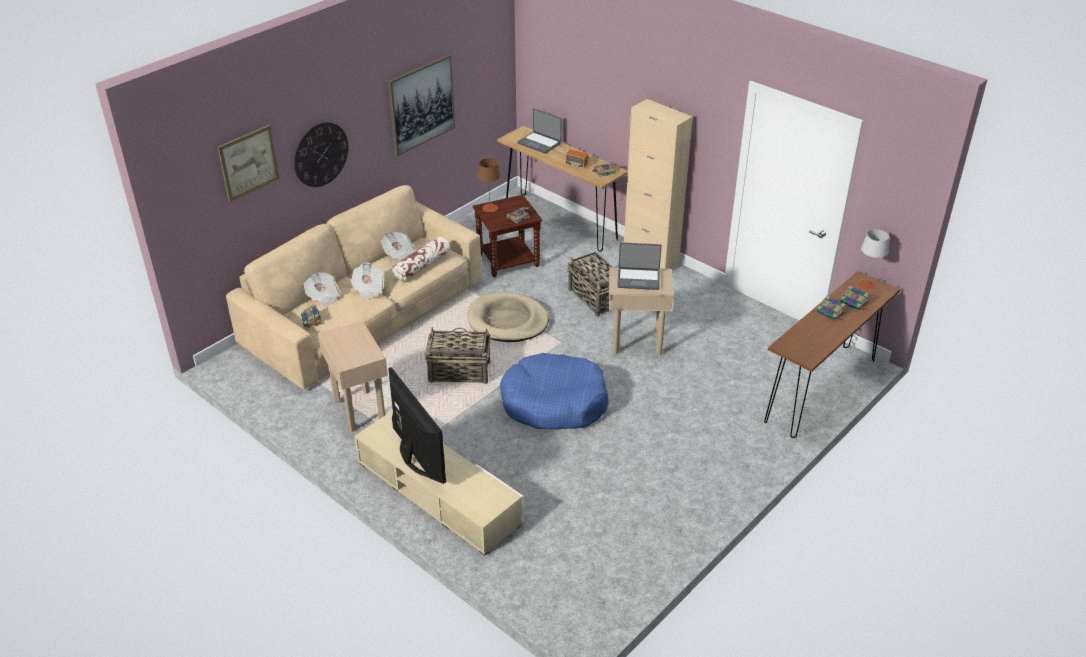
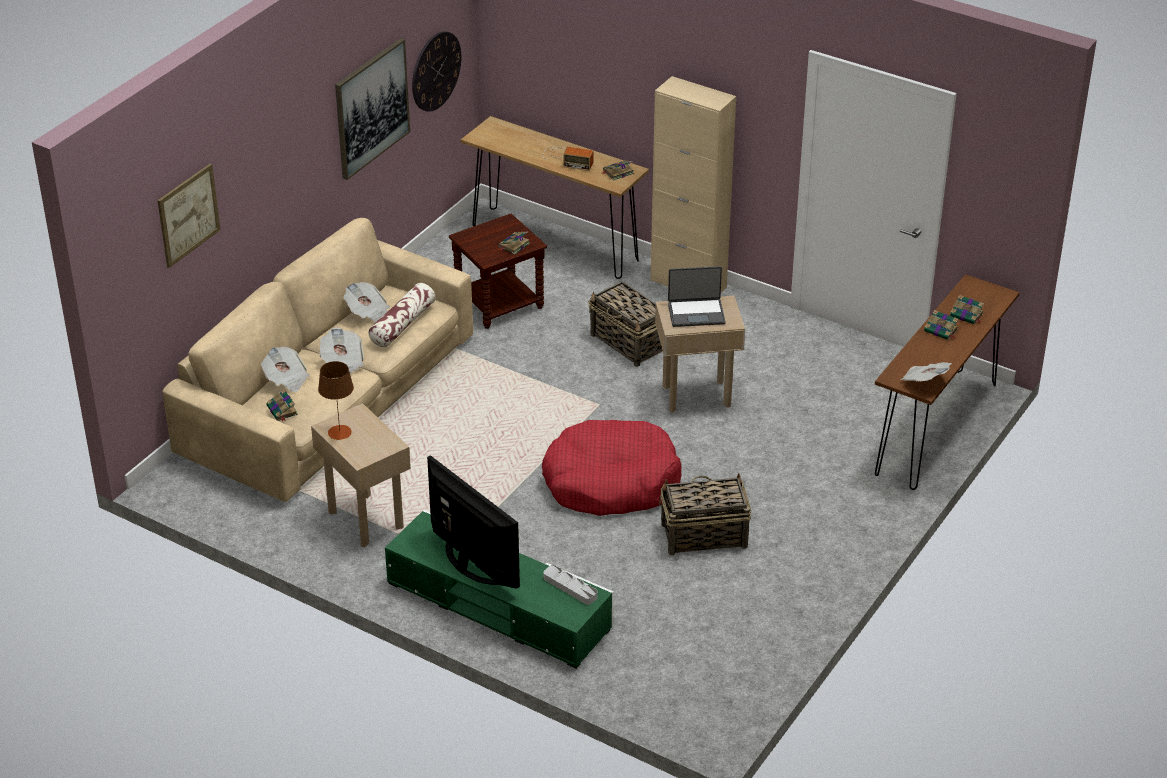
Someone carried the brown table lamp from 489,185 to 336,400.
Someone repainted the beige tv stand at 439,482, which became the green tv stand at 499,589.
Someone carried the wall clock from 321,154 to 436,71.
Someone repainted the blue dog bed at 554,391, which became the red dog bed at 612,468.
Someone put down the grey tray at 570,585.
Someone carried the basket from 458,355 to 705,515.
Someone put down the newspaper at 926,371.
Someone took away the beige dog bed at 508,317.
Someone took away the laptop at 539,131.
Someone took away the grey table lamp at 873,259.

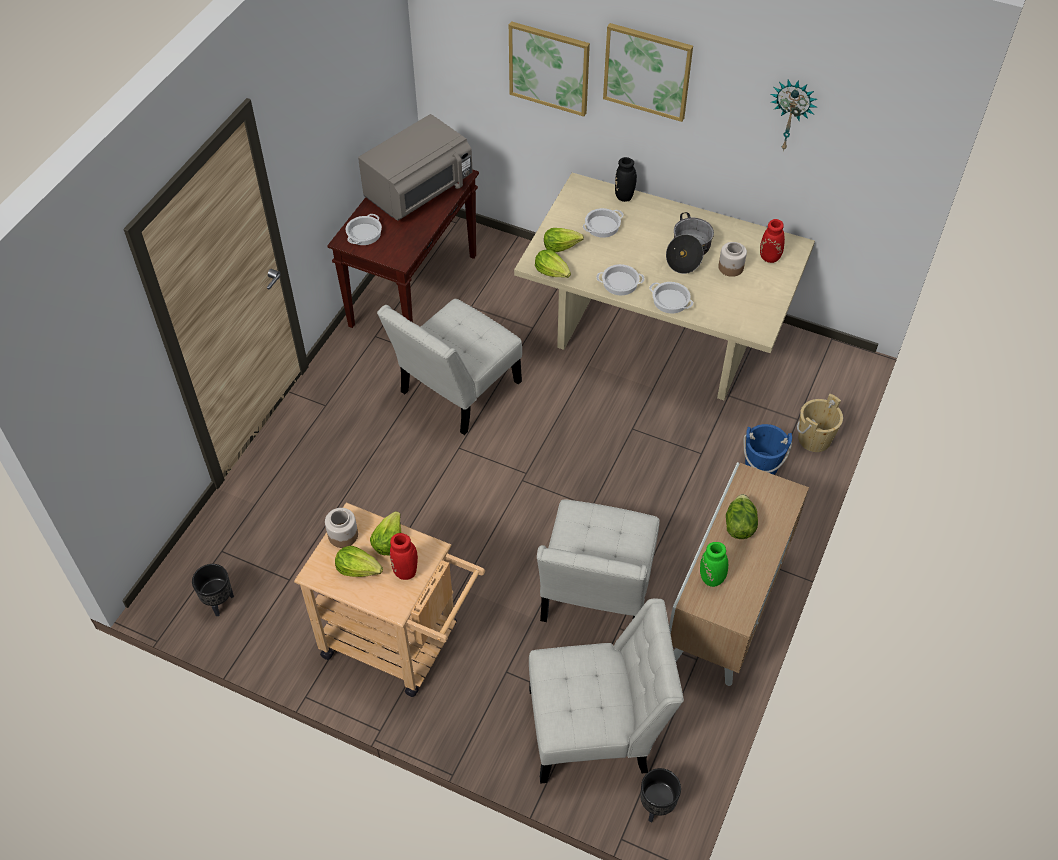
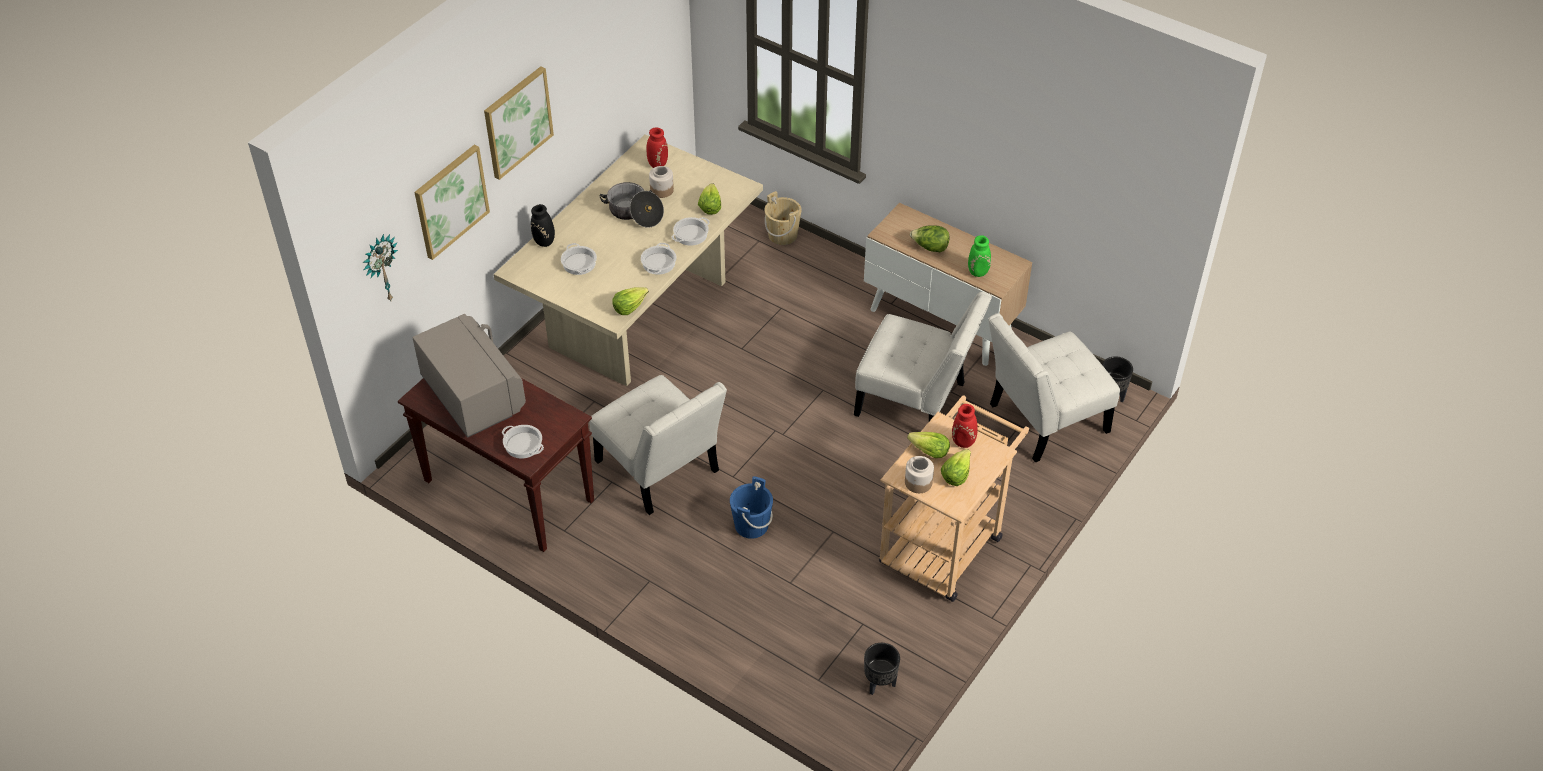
Someone carried the wall clock from 794,115 to 380,267.
Someone carried the lettuce from 564,240 to 709,199.
Someone carried the blue bucket from 768,449 to 751,507.
Someone rotated the white chair at 606,691 by 120 degrees counterclockwise.

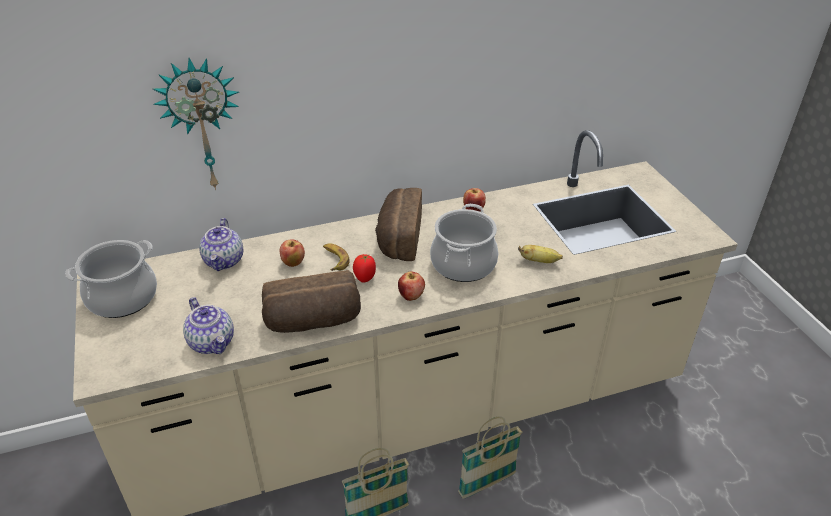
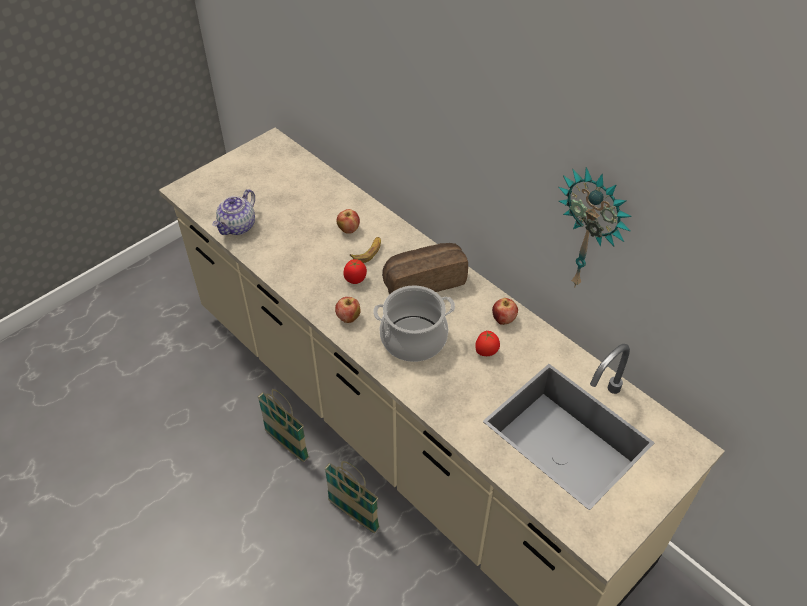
Someone put down the tomato at 487,343.
Someone carried the wall clock from 195,124 to 595,226.
Someone took away the cooking pot at 111,279.
Someone took away the teapot at 221,244.
Someone took away the bread at 311,301.
Someone took away the banana at 540,254.

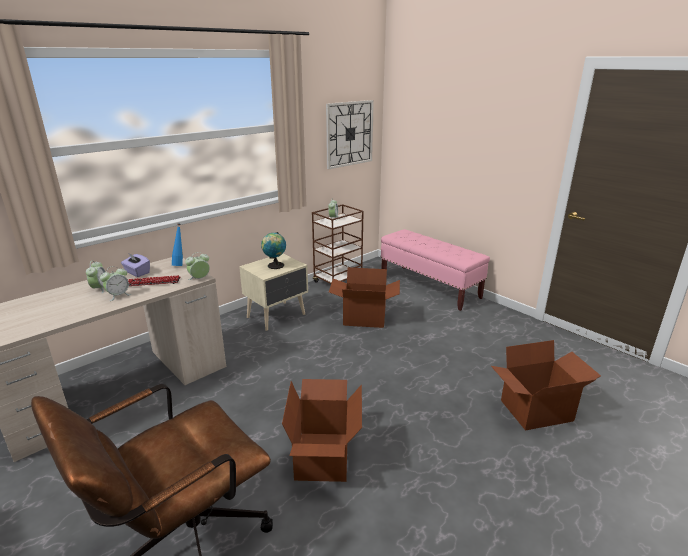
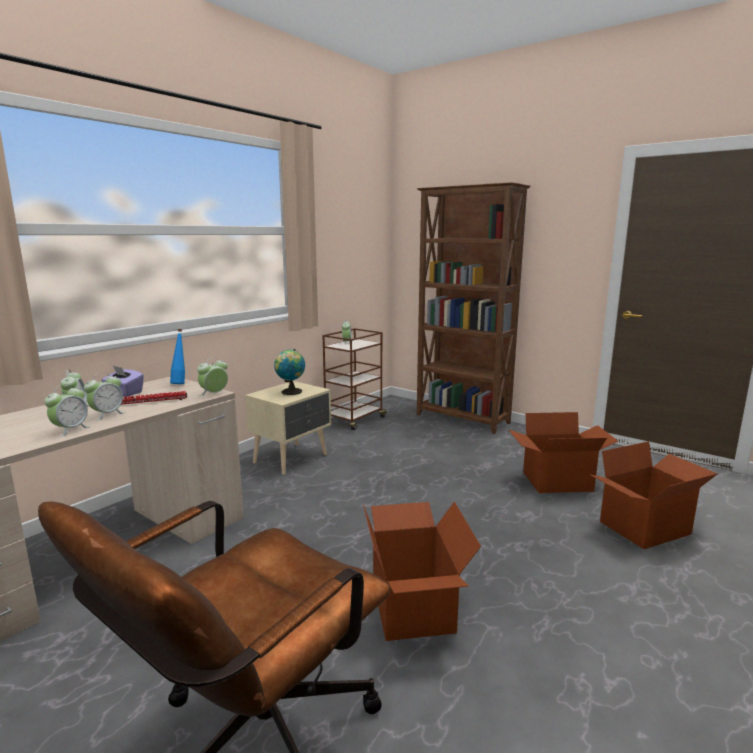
Someone put down the alarm clock at 67,410.
Someone swapped the pink bench at 435,270 for the brown bookcase at 474,308.
Someone carried the cardboard box from 364,297 to 563,452.
Someone took away the wall clock at 350,134.

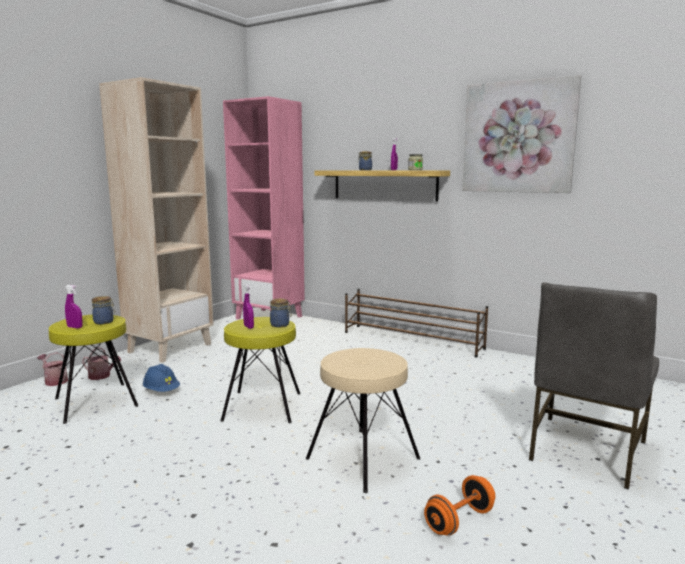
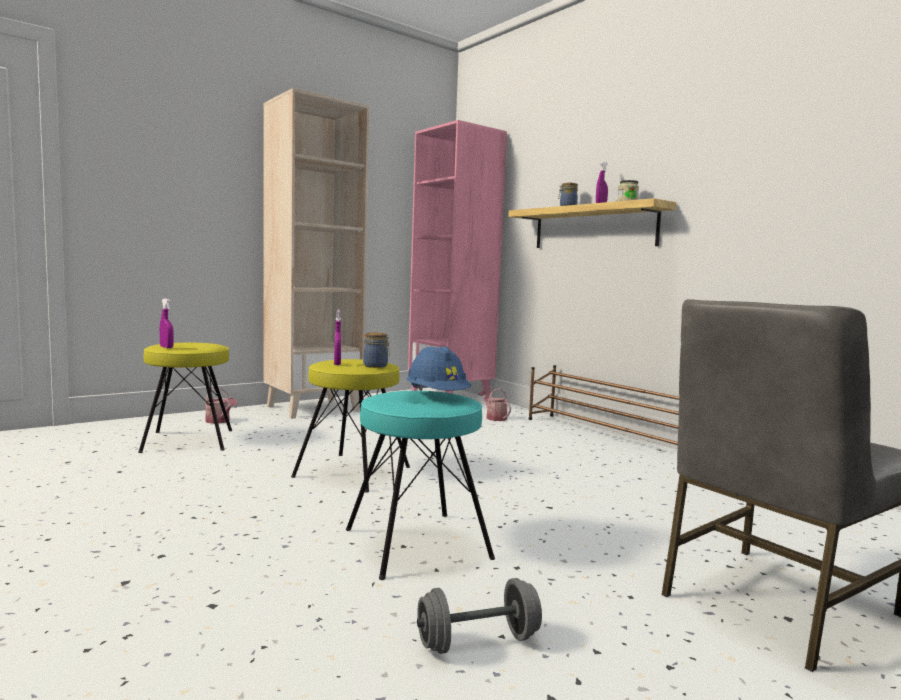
Someone repainted the beige stool at 363,420, which became the turquoise stool at 420,485.
Someone carried the blue hard hat from 161,378 to 439,368.
Someone repainted the orange dumbbell at 459,505, which became the grey dumbbell at 479,616.
Someone carried the watering can from 52,369 to 495,404.
Someone took away the jar at 103,310.
Someone took away the picture at 521,134.

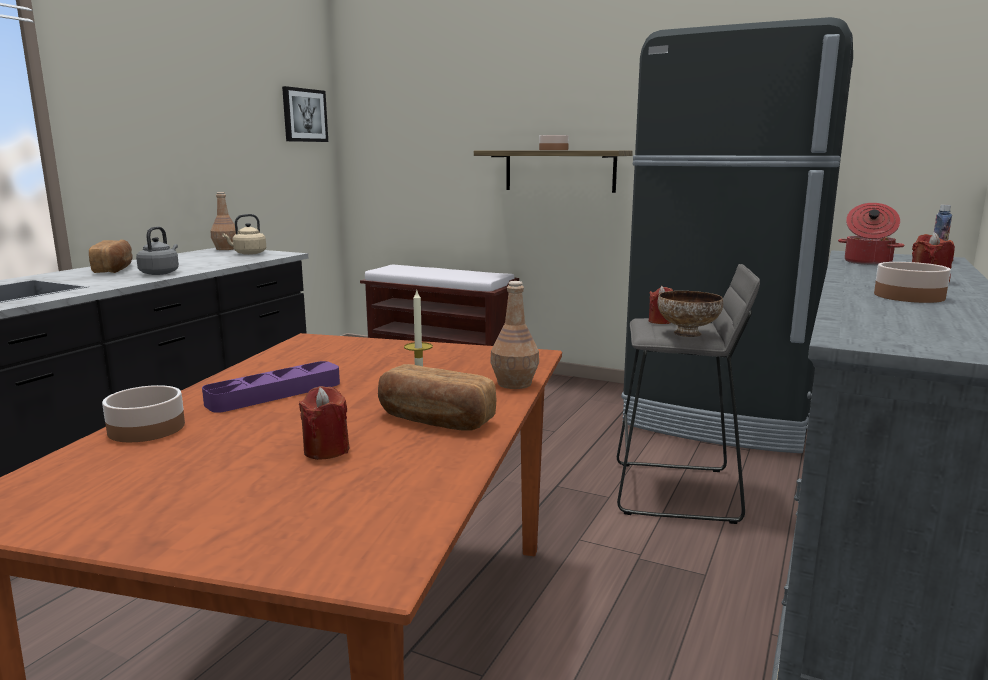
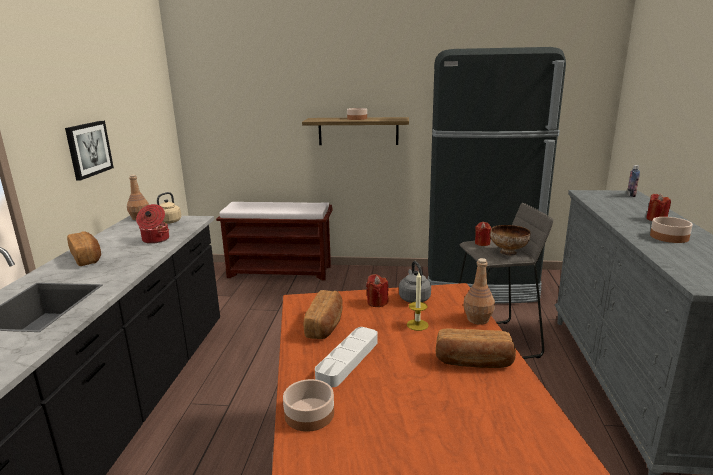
Someone carried the picture from 305,114 to 89,150.
Someone carried the cooking pot from 871,234 to 152,224.
Someone put down the bread at 323,314.
Someone repainted the purple tray at 271,387, which became the white tray at 346,357.
Someone carried the red candle from 324,423 to 377,290.
Someone carried the grey kettle from 157,250 to 415,282.

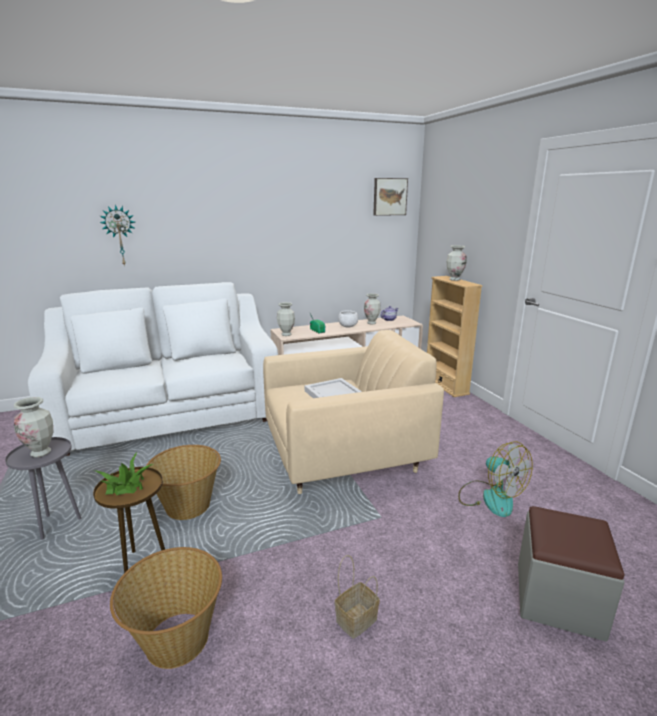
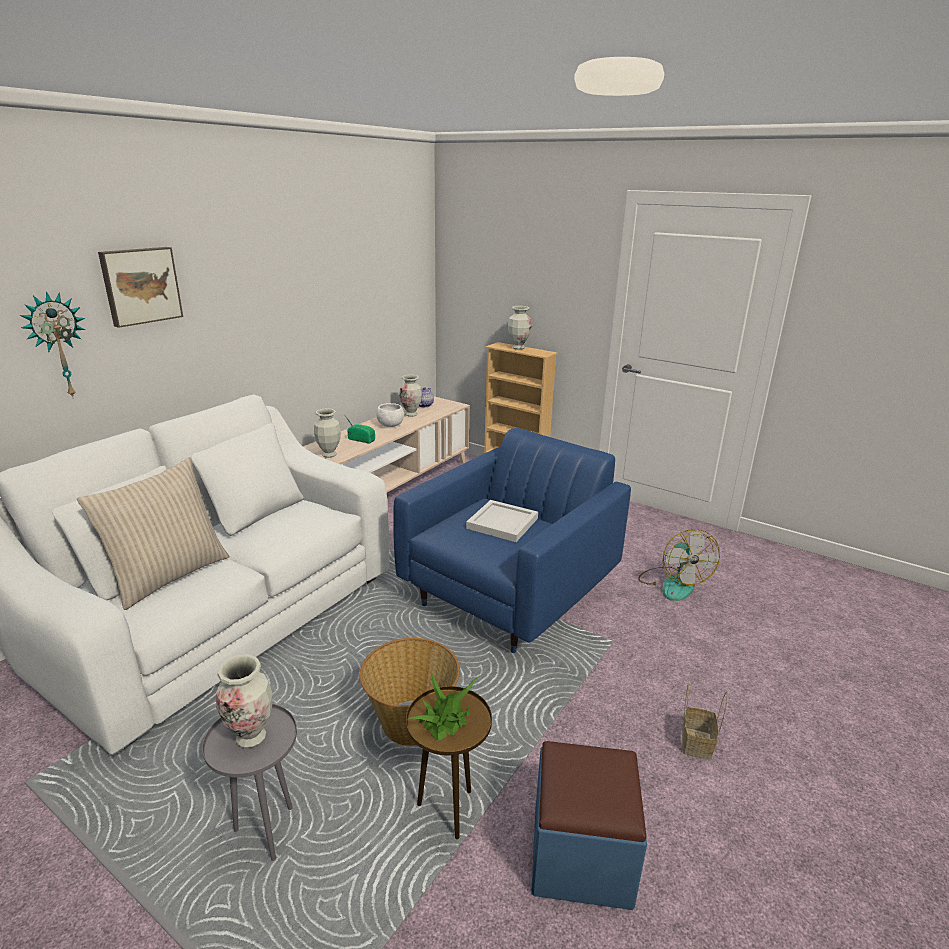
Someone put down the beige pillow at 153,533.
Someone carried the picture from 390,197 to 140,287.
Someone repainted the beige armchair at 353,412, which became the blue armchair at 512,540.
Someone swapped the basket at 166,608 for the blue ottoman at 589,825.
Someone rotated the fan at 495,479 by 60 degrees clockwise.
Someone took away the grey ottoman at 571,574.

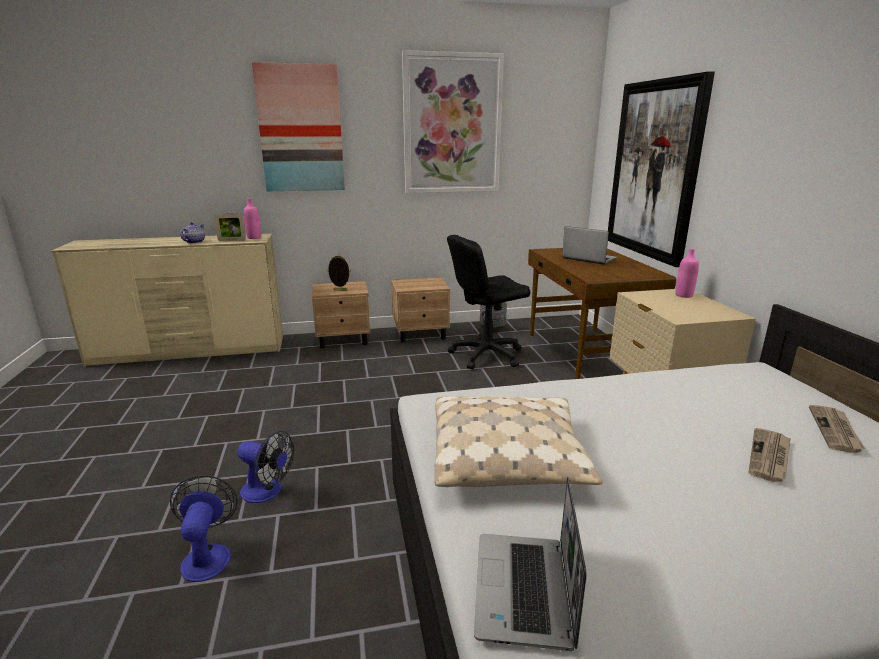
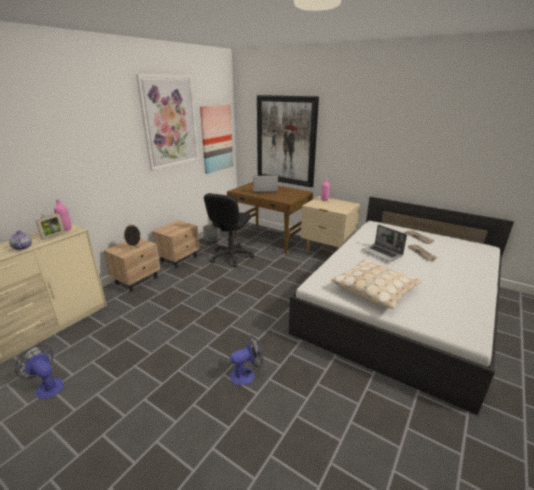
Someone carried the fan from 204,528 to 39,372.
Someone carried the picture from 298,126 to 216,139.
Someone carried the laptop from 530,564 to 384,243.

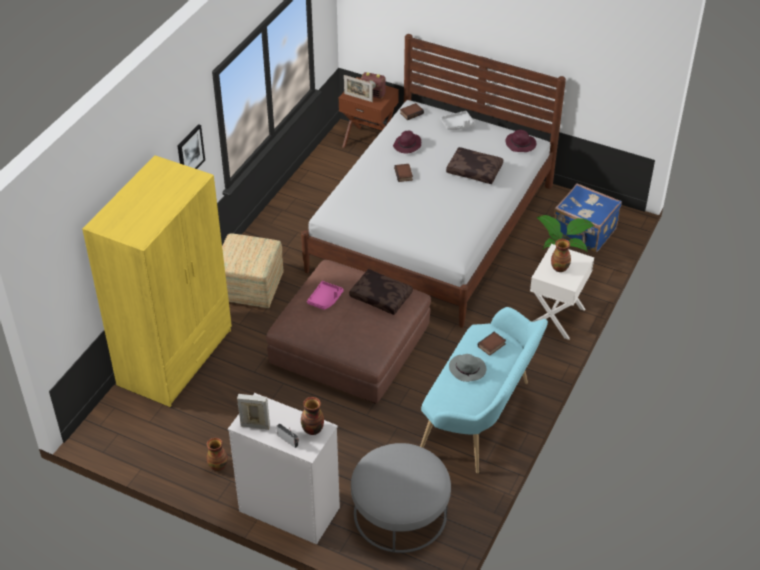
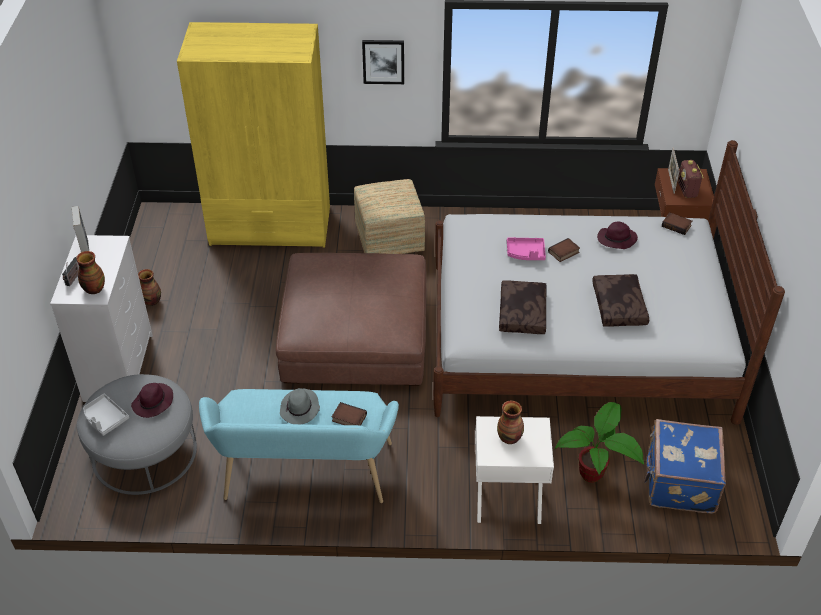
Someone carried the grey tray from 457,120 to 106,415.
Someone carried the purple hat from 520,141 to 152,400.
Someone carried the brown pillow from 381,292 to 523,307.
Someone carried the pink tray from 325,295 to 526,248.

